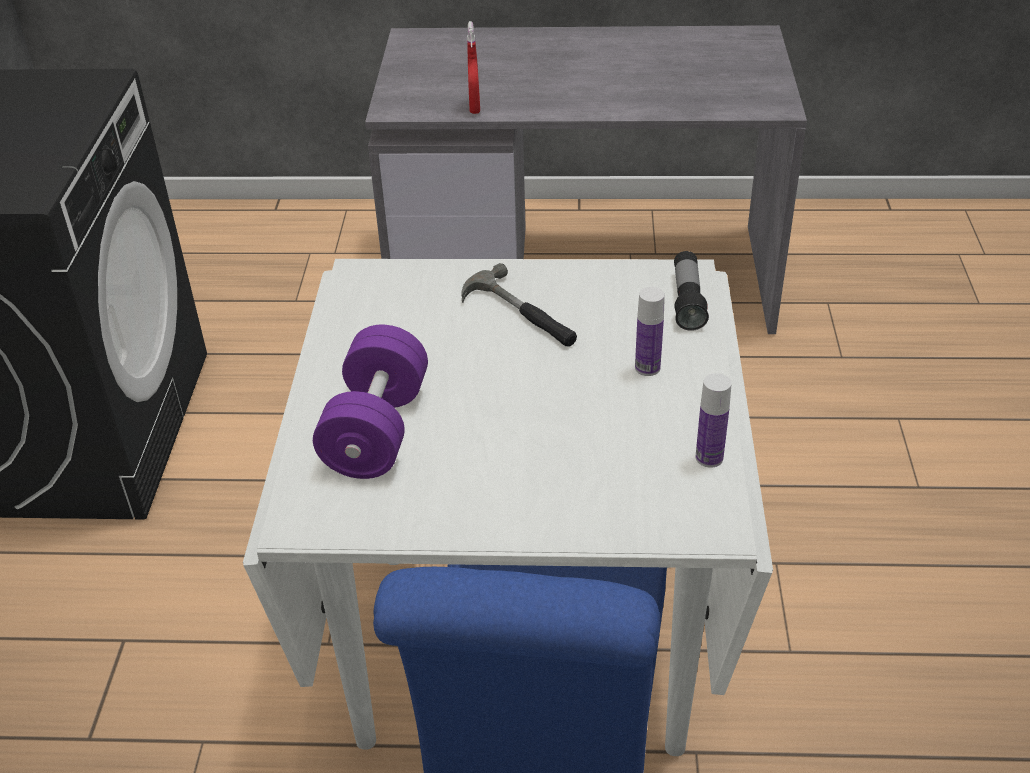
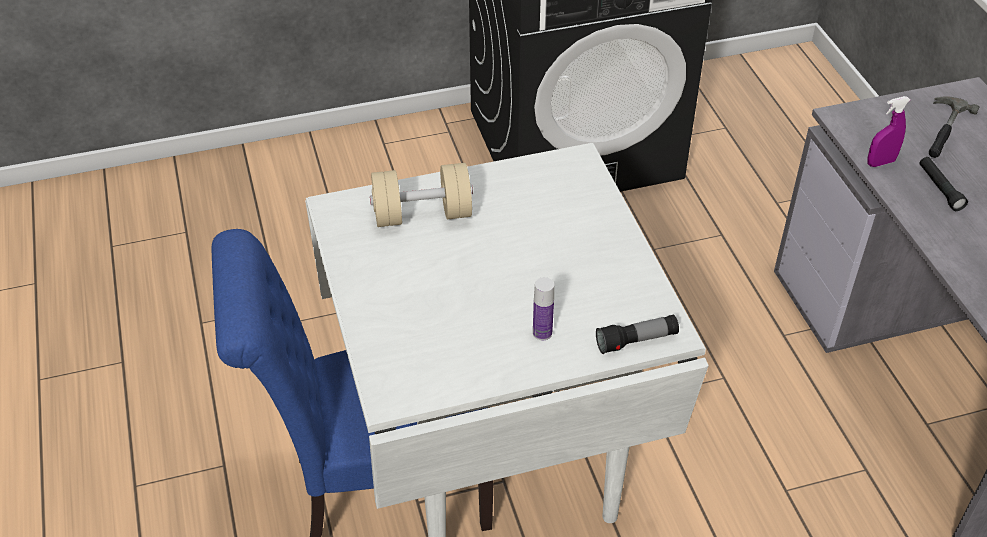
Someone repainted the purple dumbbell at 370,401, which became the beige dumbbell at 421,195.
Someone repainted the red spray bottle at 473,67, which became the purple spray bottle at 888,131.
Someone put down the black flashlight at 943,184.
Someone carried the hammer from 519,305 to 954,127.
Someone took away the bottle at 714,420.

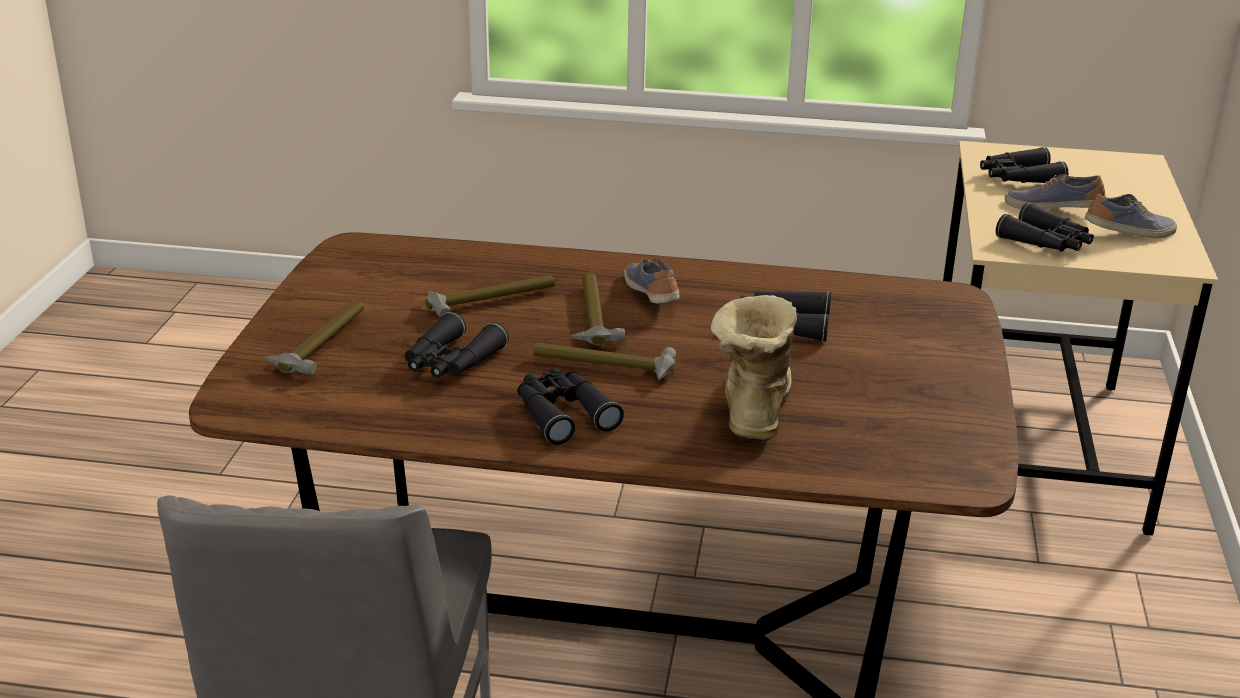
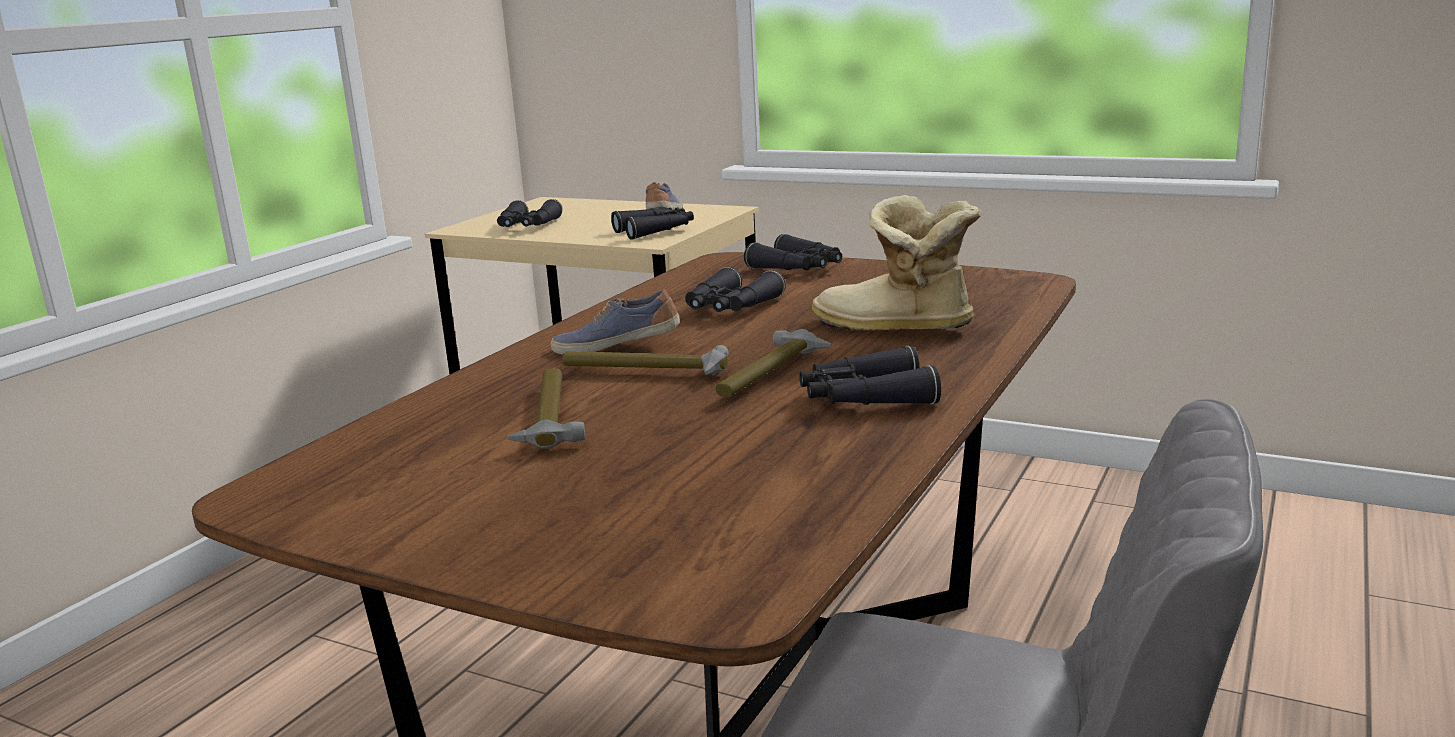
Someone carried the black binoculars from 457,344 to 793,252.
Someone took away the hammer at 314,338.
Someone took away the shoe at 1055,191.

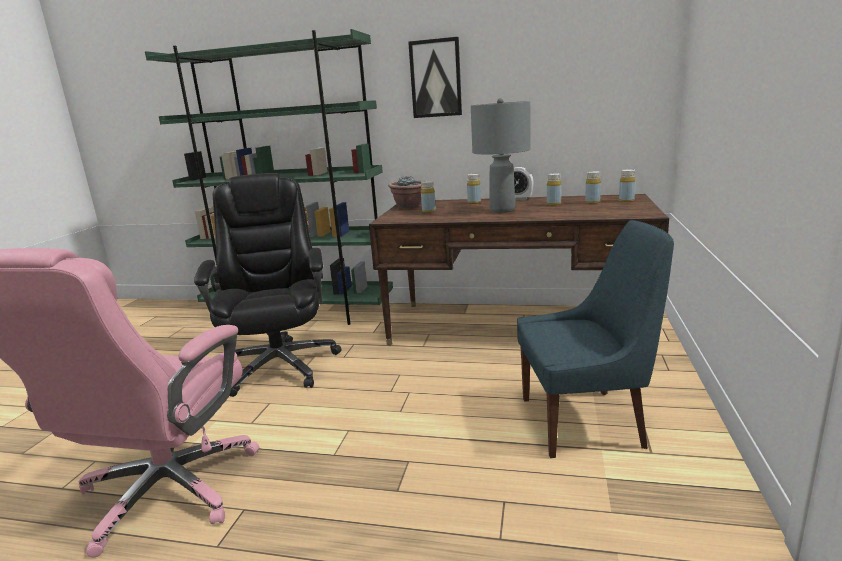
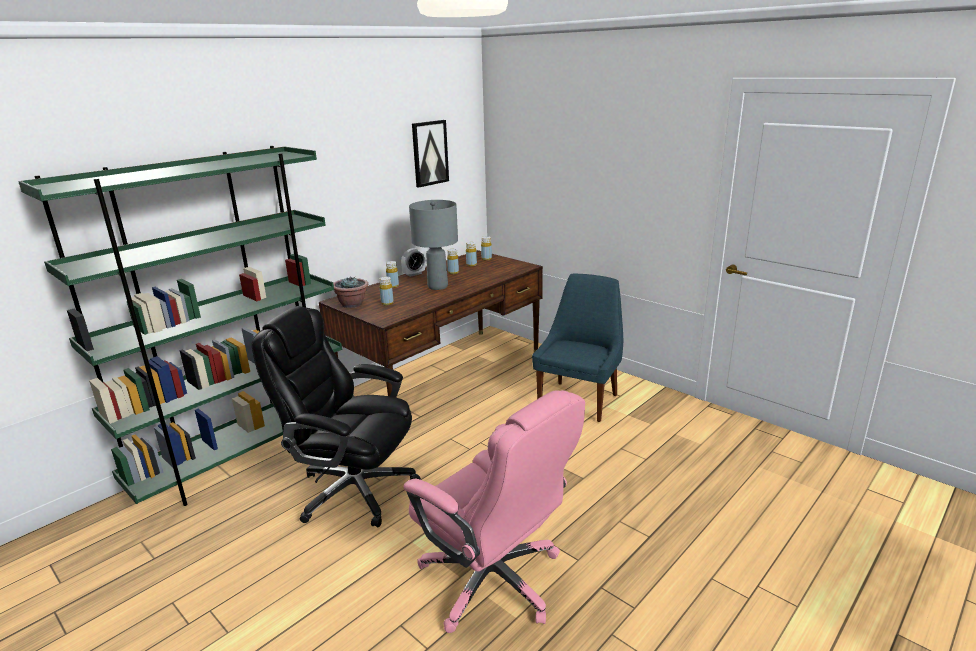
Someone carried the picture from 435,77 to 430,154.

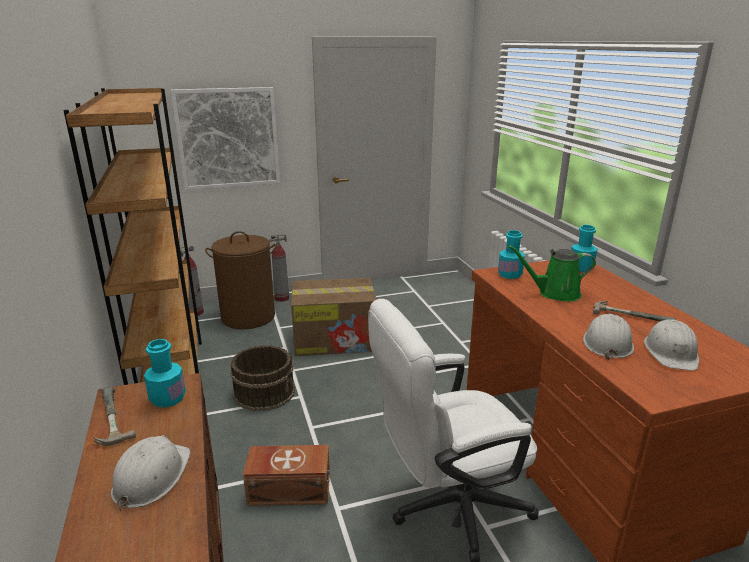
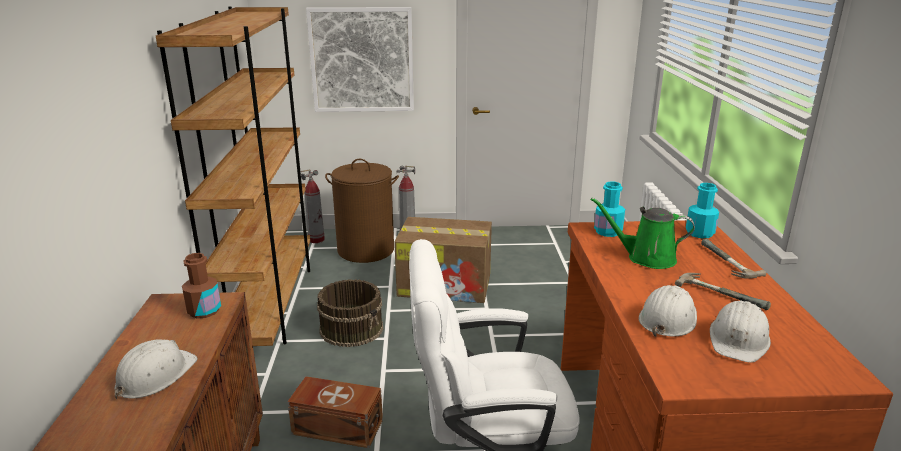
Someone repainted the turquoise bottle at 165,373, which became the brown bottle at 201,286.
Someone carried the hammer from 114,416 to 733,259.

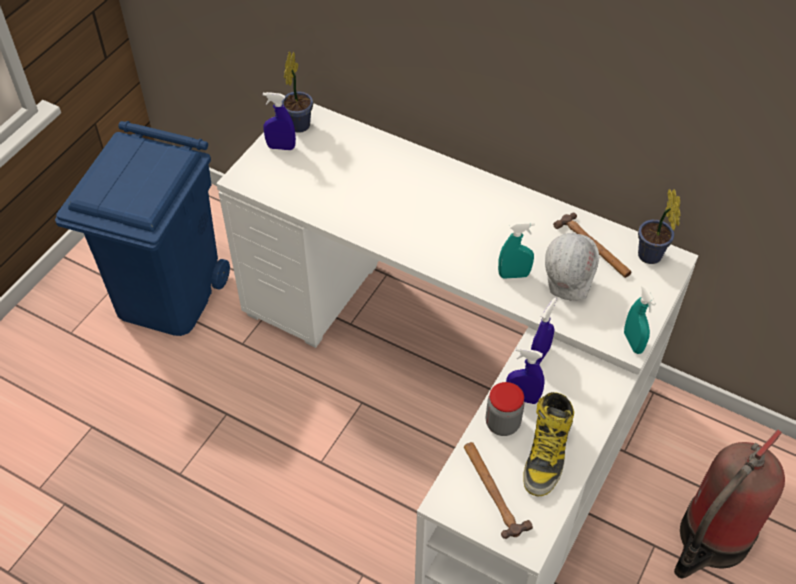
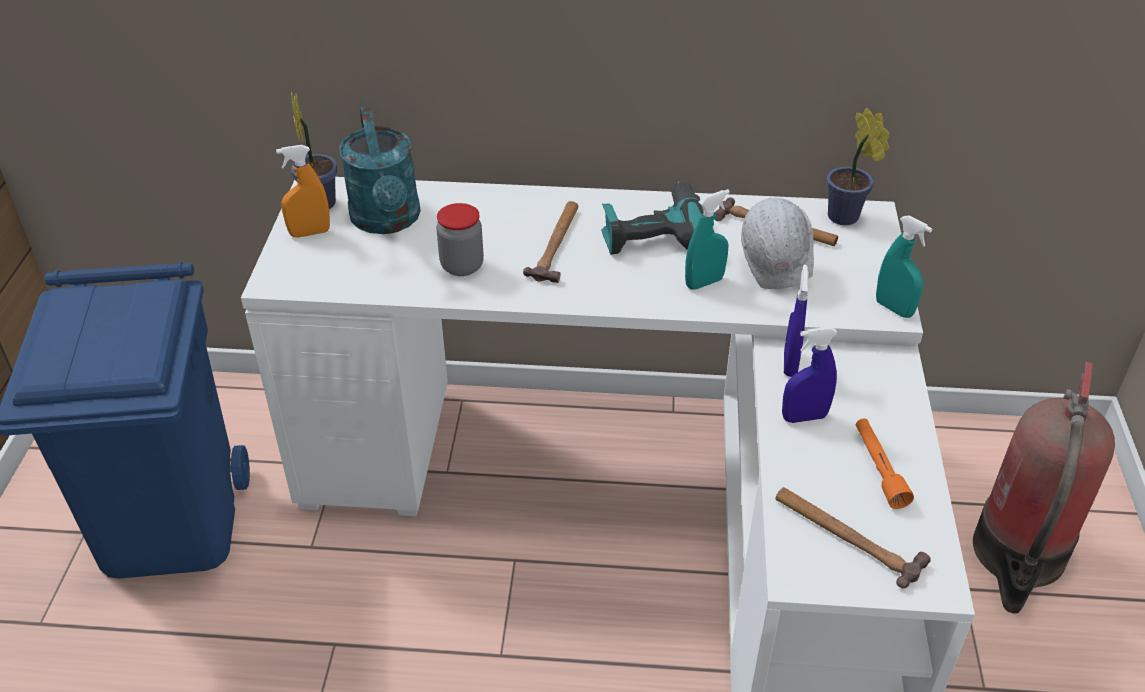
Someone repainted the blue spray bottle at 279,121, which became the orange spray bottle at 303,191.
Someone put down the turquoise watering can at 380,170.
Someone carried the jar from 505,409 to 460,239.
Someone put down the hammer at 550,242.
Someone put down the power drill at 657,218.
Someone swapped the boot at 548,444 for the orange flashlight at 885,463.

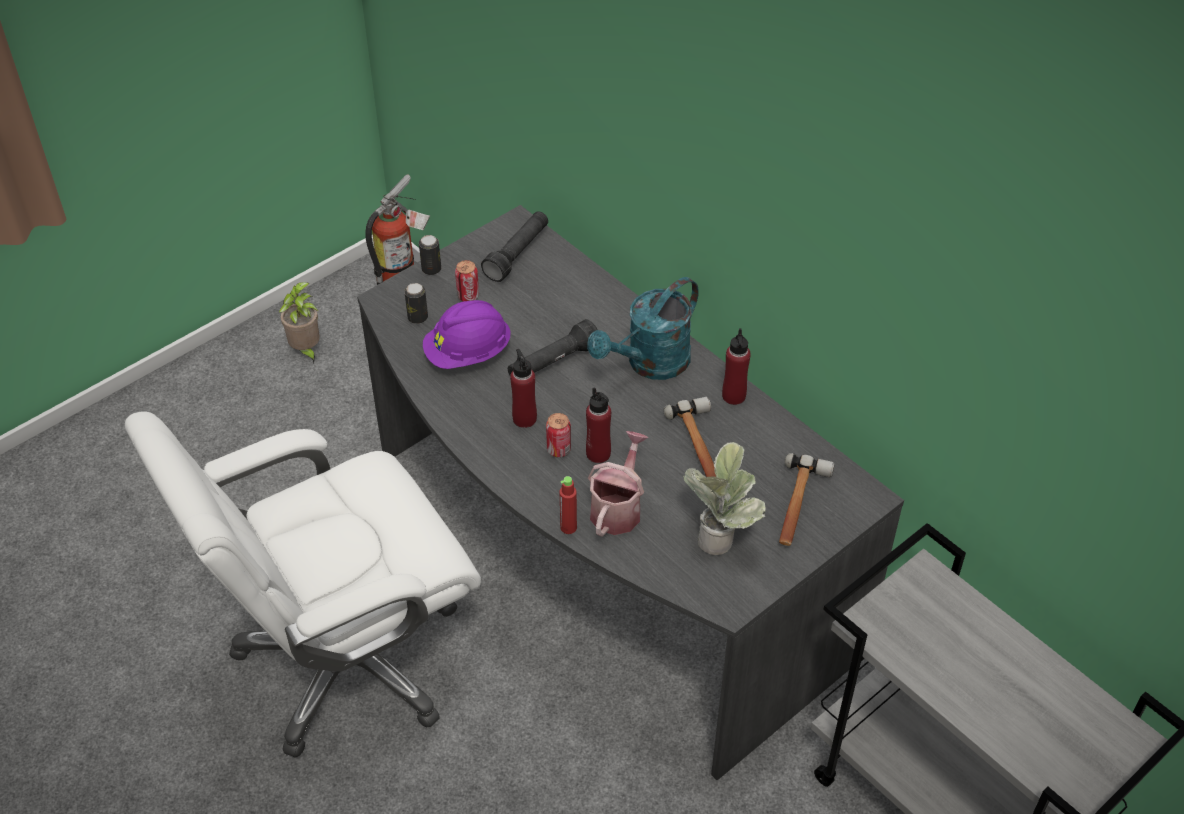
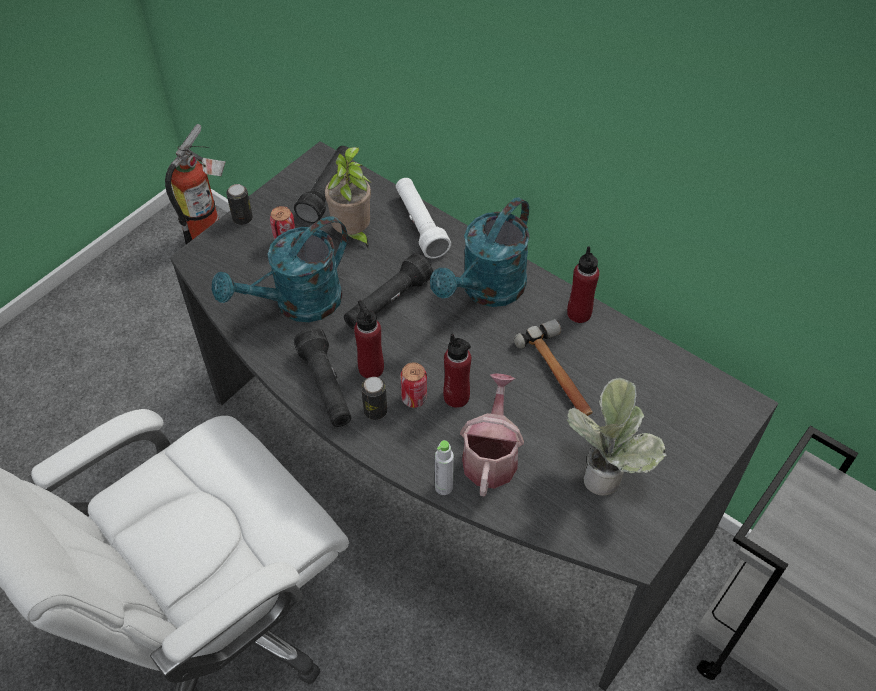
Someone swapped the purple hard hat at 466,334 for the turquoise watering can at 280,269.
Someone put down the black flashlight at 323,377.
Someone carried the potted plant from 299,323 to 348,197.
Someone carried the can from 416,303 to 374,398.
Someone put down the white flashlight at 423,218.
Someone repainted the red bottle at 568,505, which became the grey bottle at 444,467.
Someone took away the hammer at 807,499.

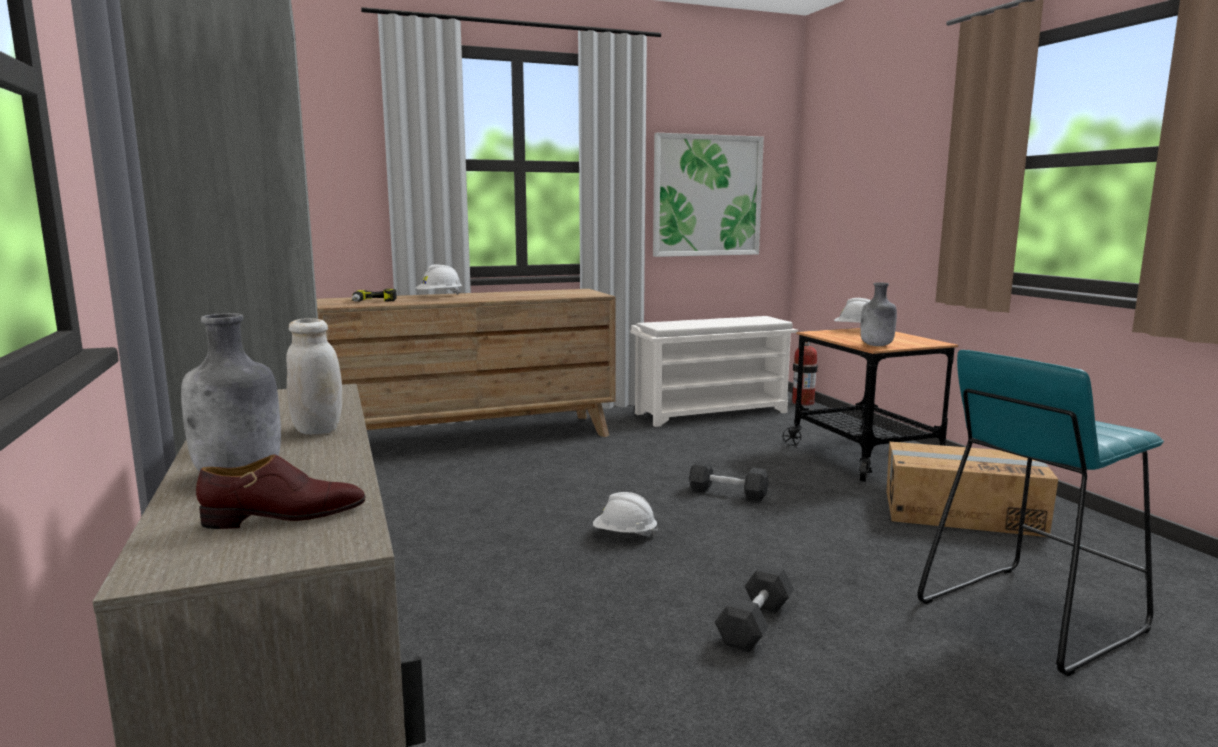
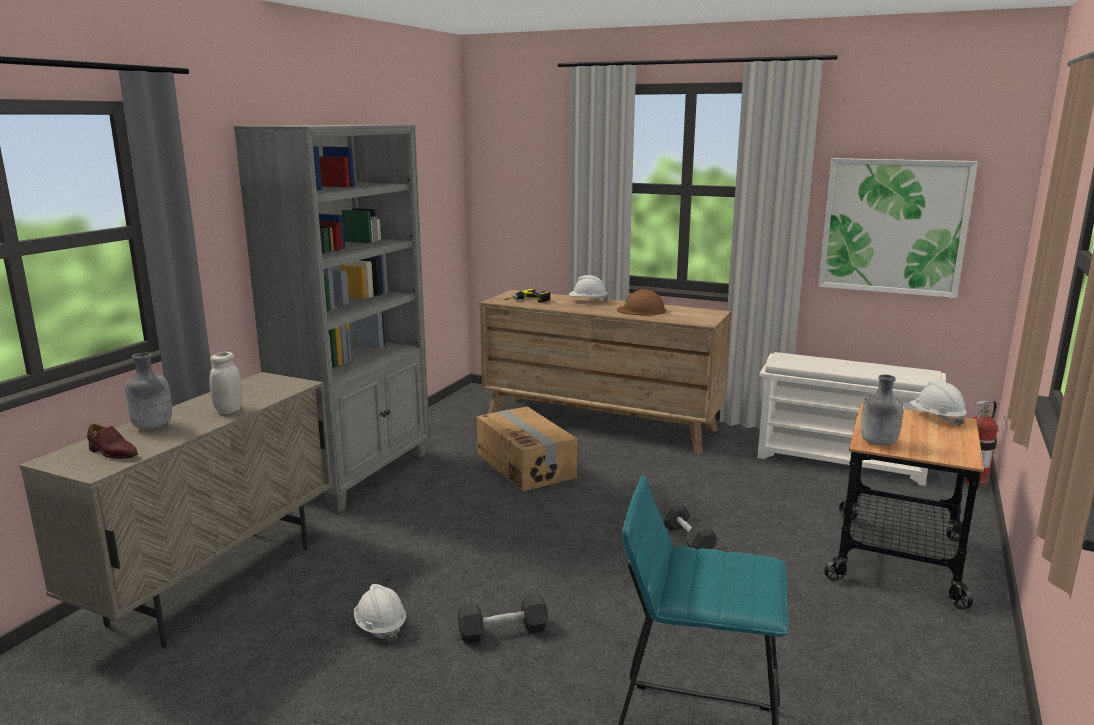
Someone carried the white hard hat from 625,515 to 380,612.
Someone carried the cardboard box from 972,489 to 527,449.
Someone put down the brown hard hat at 641,302.

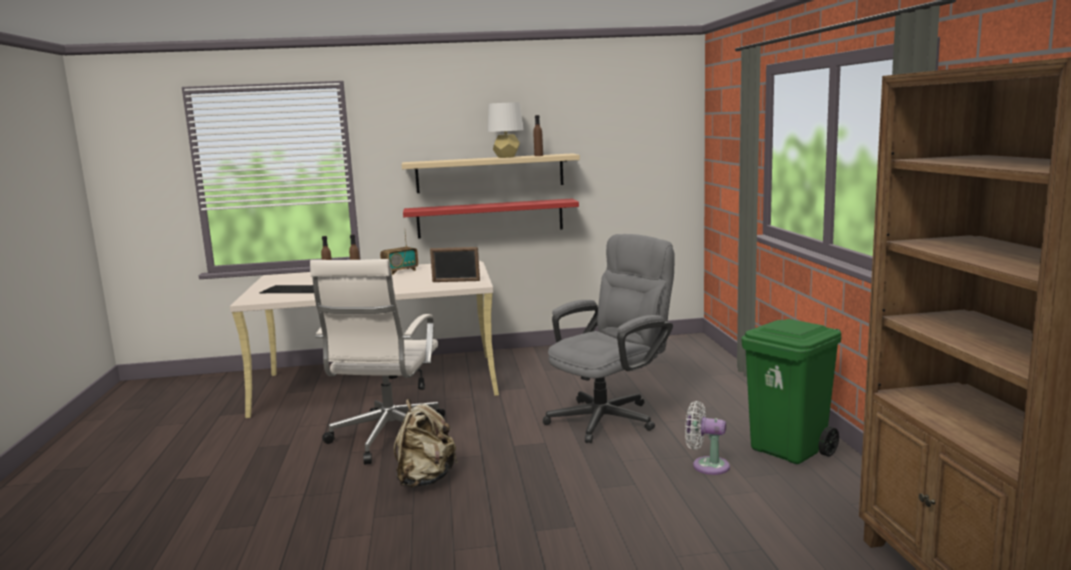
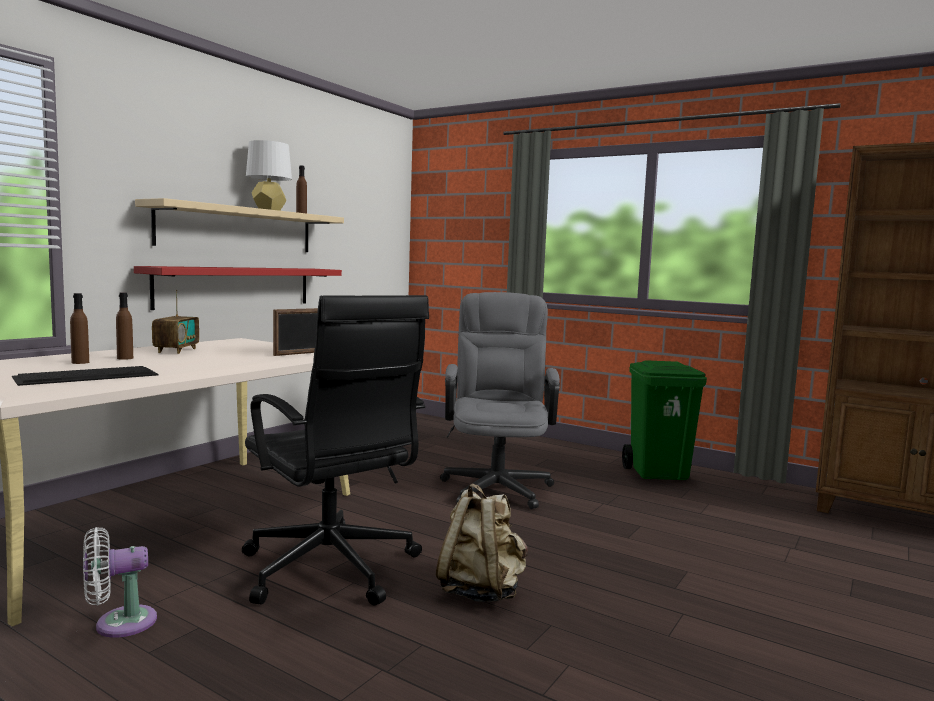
Someone carried the white fan from 707,438 to 120,582.
Someone repainted the white office chair at 377,362, which became the black office chair at 335,450.

